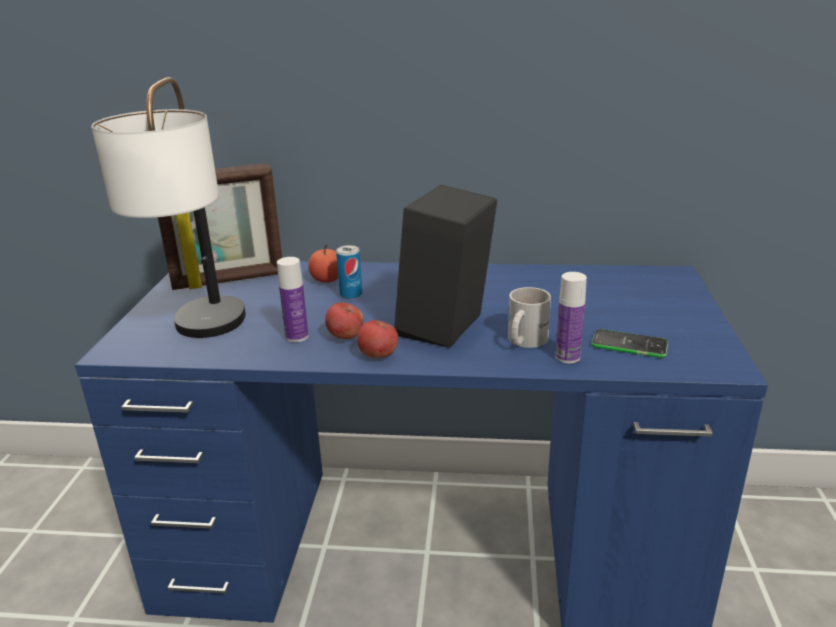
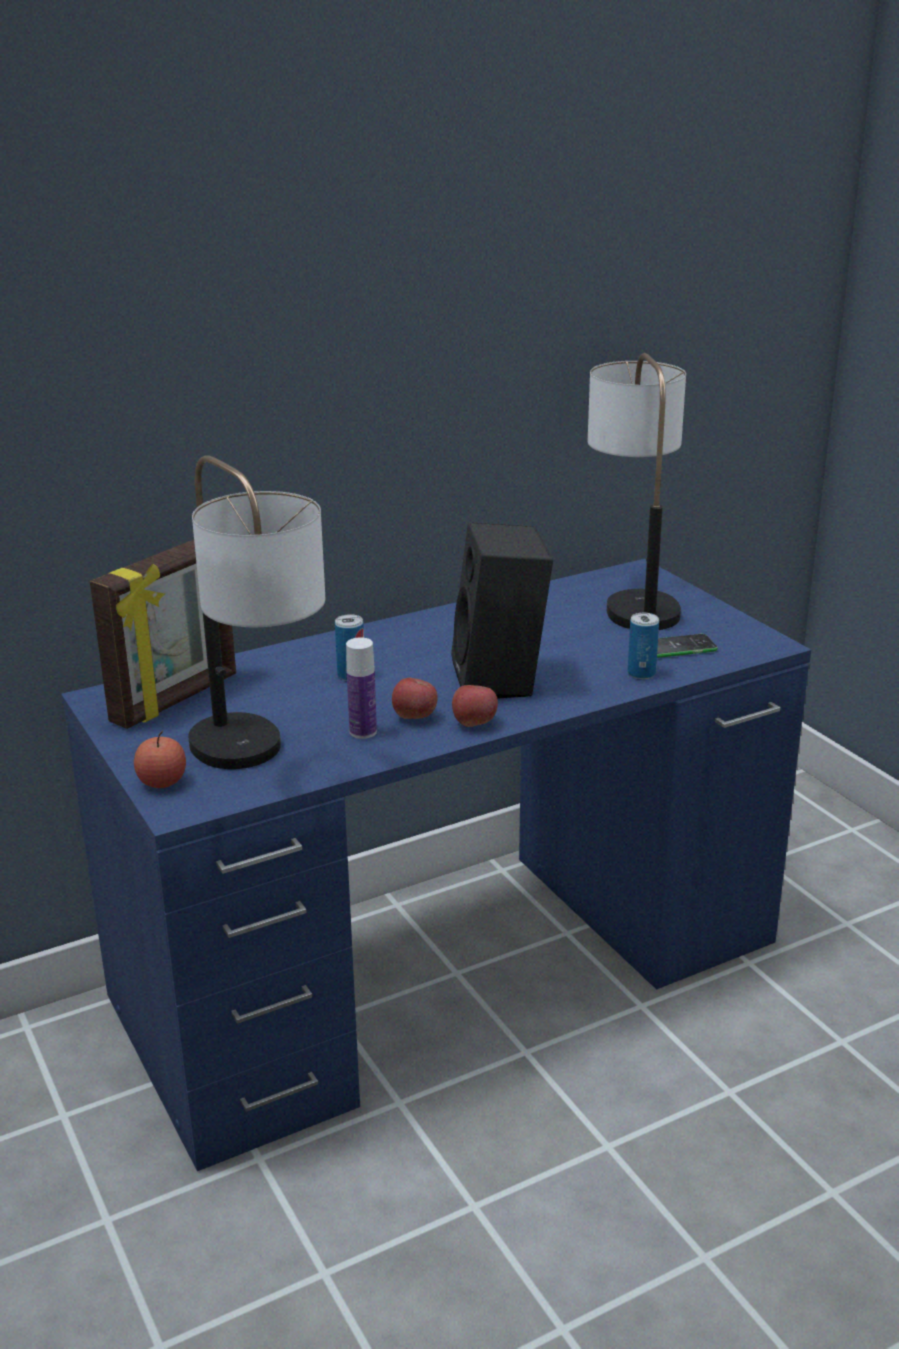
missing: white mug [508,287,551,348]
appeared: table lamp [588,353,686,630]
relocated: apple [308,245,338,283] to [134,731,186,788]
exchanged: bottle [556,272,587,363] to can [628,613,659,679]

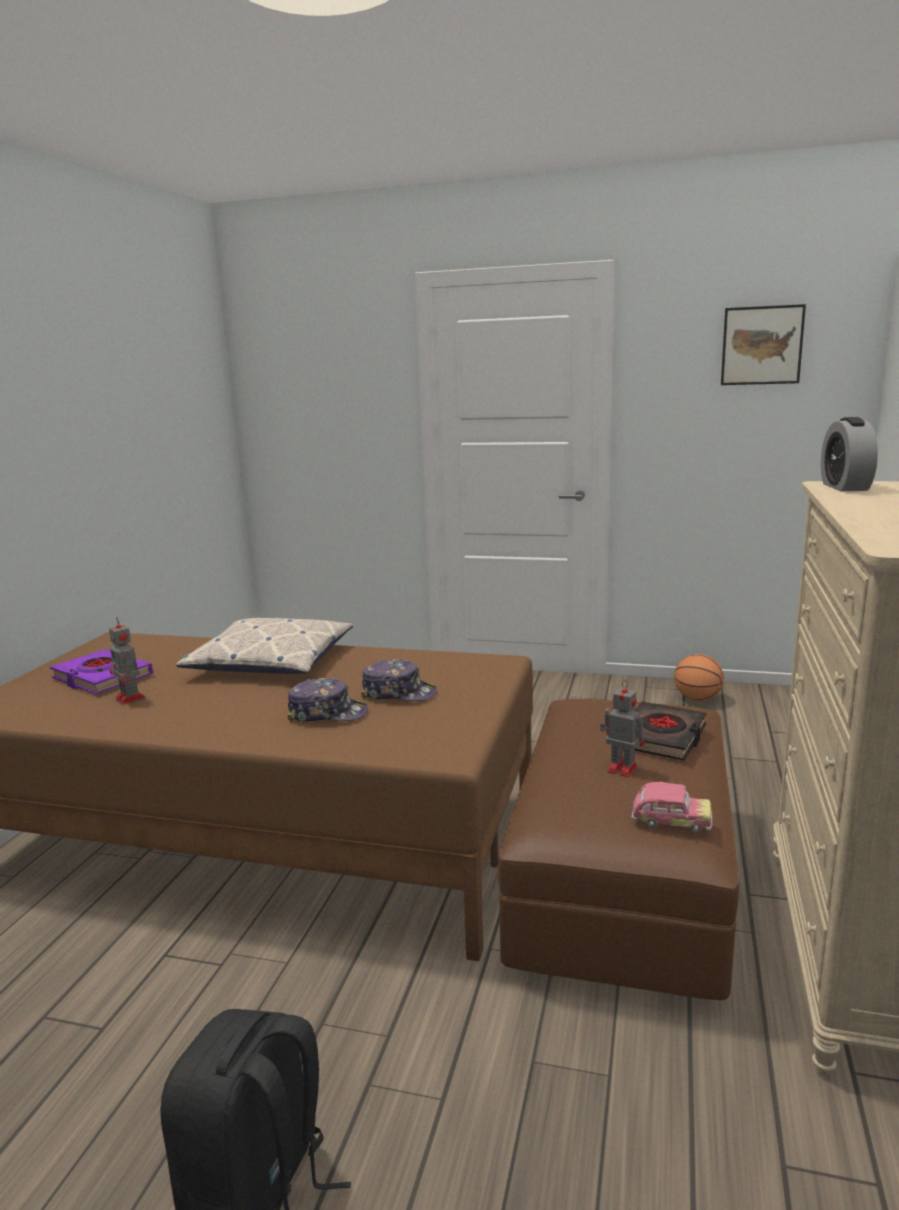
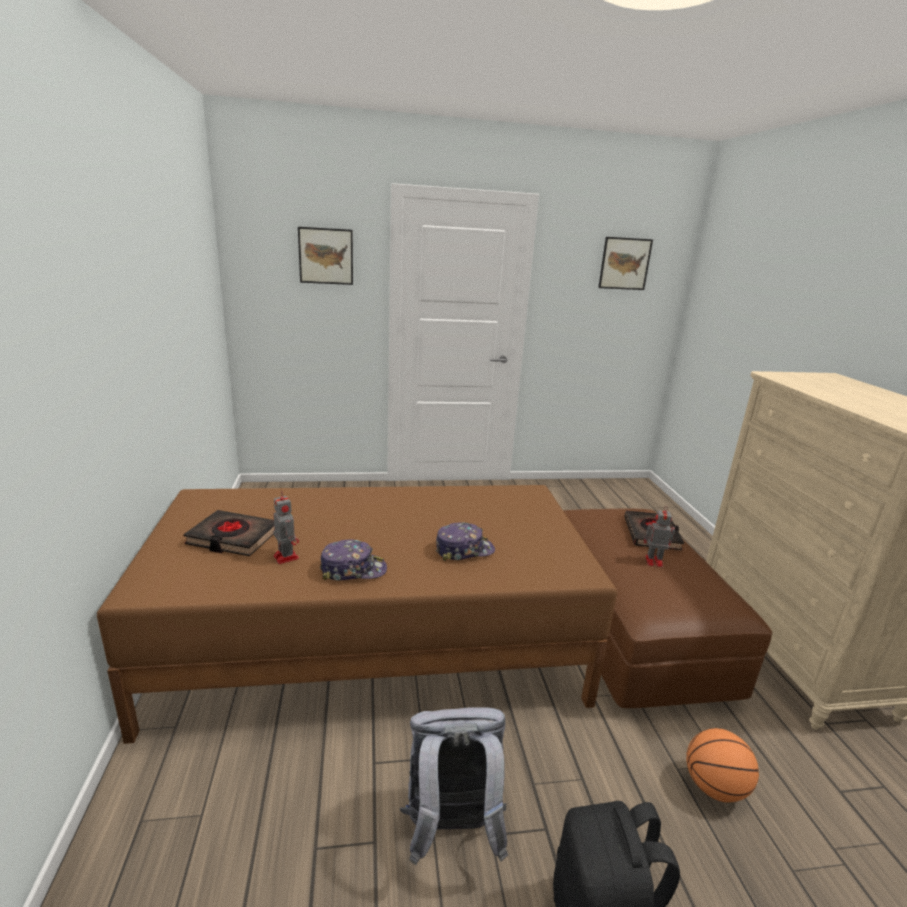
missing: pillow [176,617,353,674]; toy car [631,782,712,833]; alarm clock [821,417,878,491]
appeared: picture [298,227,353,285]; grey backpack [400,707,508,865]
relocated: cap [361,659,437,701] to [320,539,387,581]; basketball [674,654,724,701] to [686,728,759,803]
colour: purple book [50,649,153,694] to black book [183,510,275,556]
spun: toy robot [109,617,145,705] = [273,491,299,564] 150 degrees counterclockwise

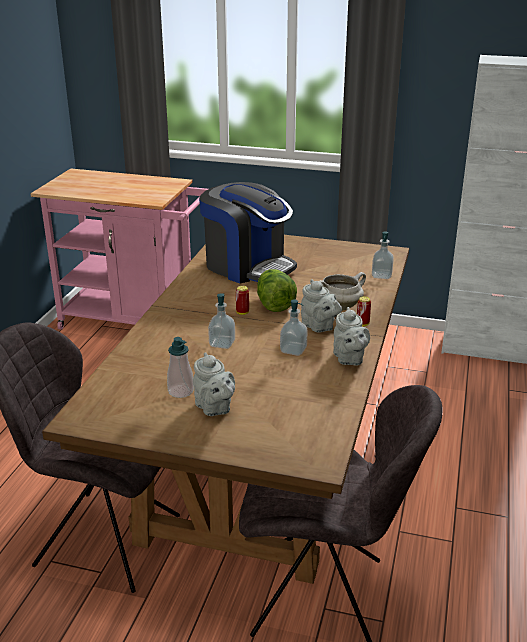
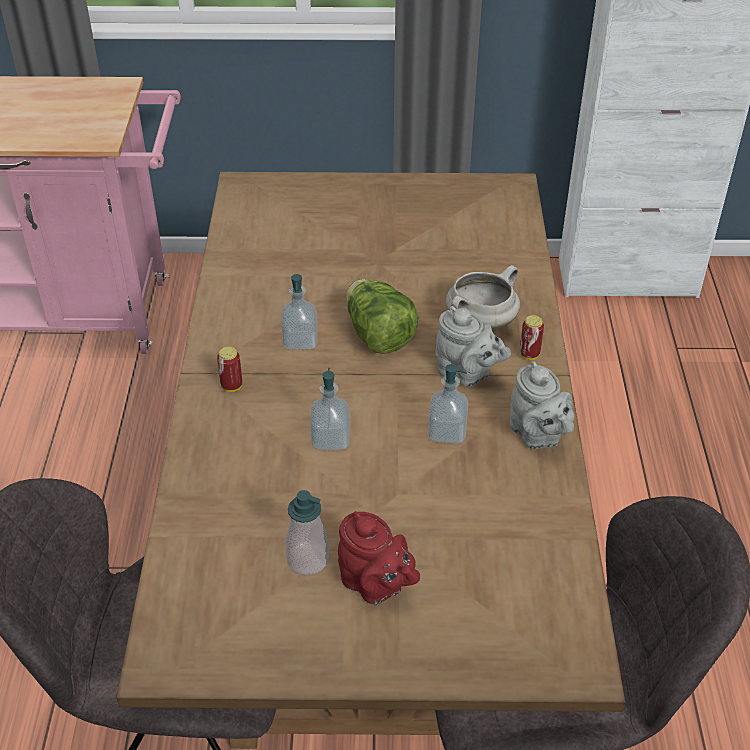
missing: coffee machine [199,182,297,284]
relocated: can [236,286,249,315] to [217,347,242,392]; soap dispenser [372,231,394,279] to [281,274,318,350]
colour: grey teapot [193,352,235,416] to red teapot [338,511,420,605]

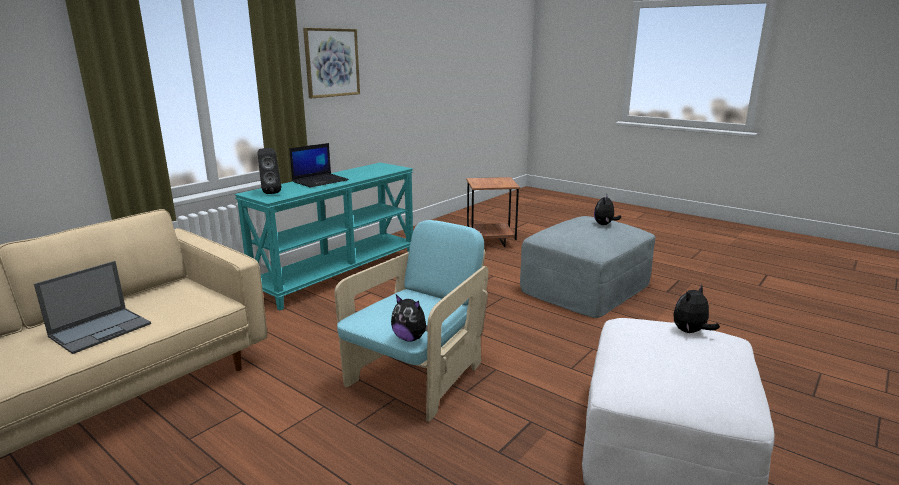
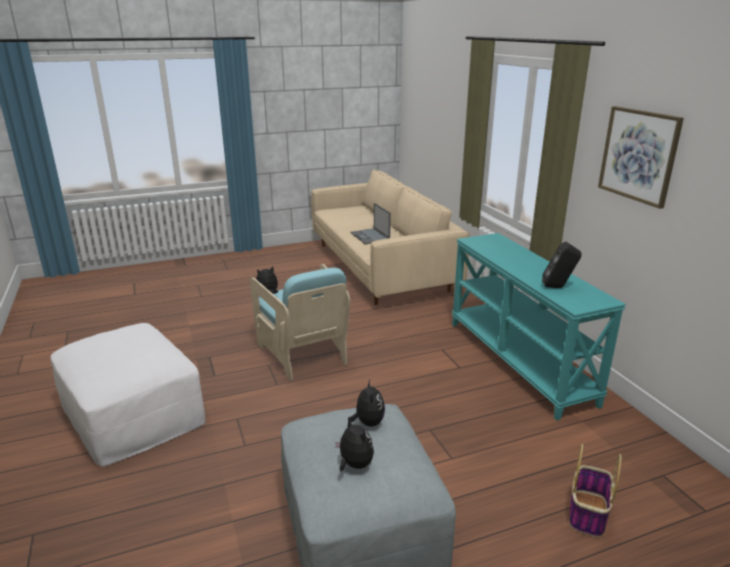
missing: laptop [289,143,349,187]
relocated: black speaker [258,148,281,194] to [542,242,581,288]; plush toy [674,285,720,333] to [348,380,385,427]
exchanged: brown side table [466,177,520,247] to basket [569,443,621,537]

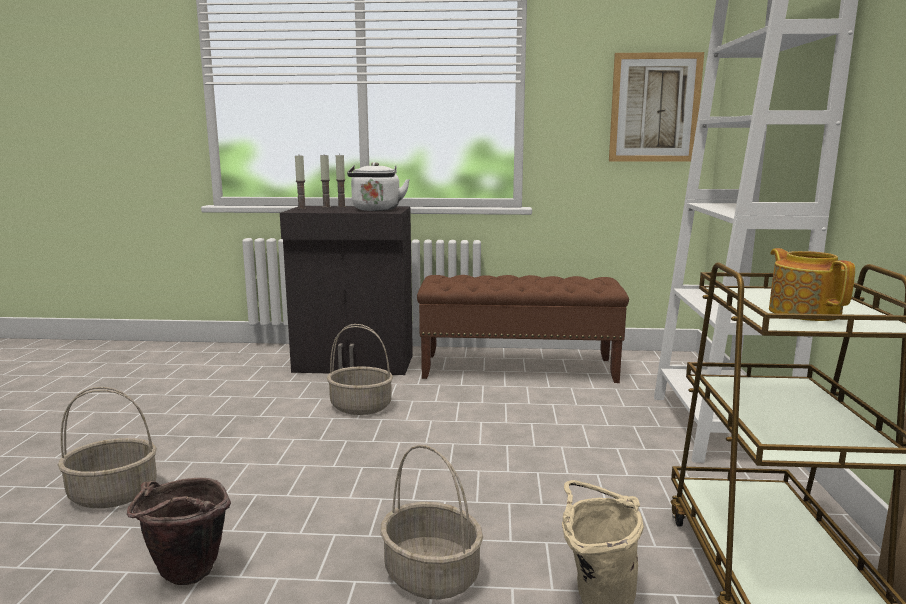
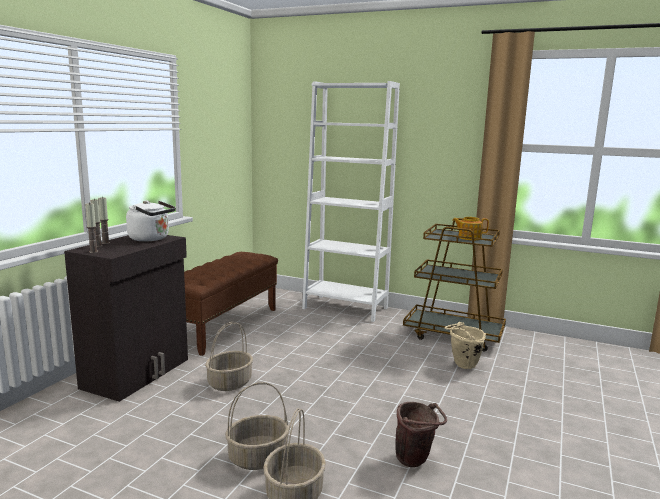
missing: picture [609,52,704,162]
relocated: basket [380,445,483,600] to [225,382,289,470]

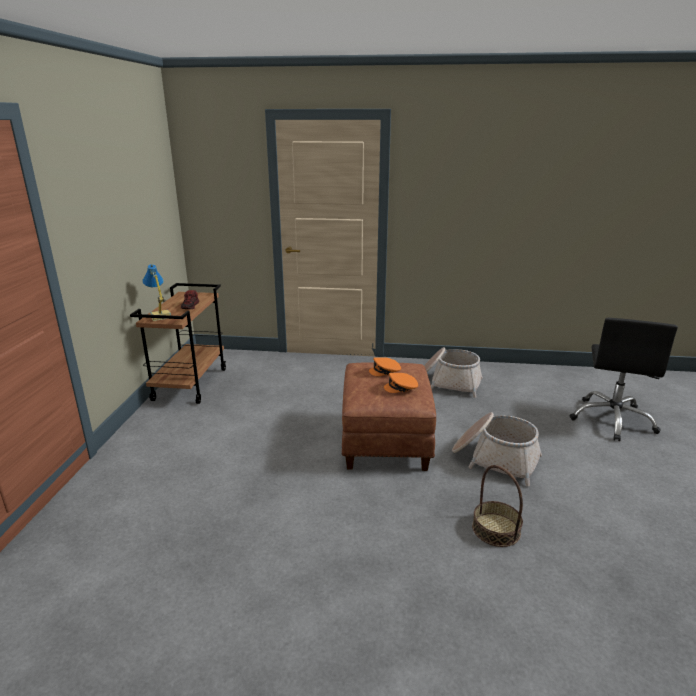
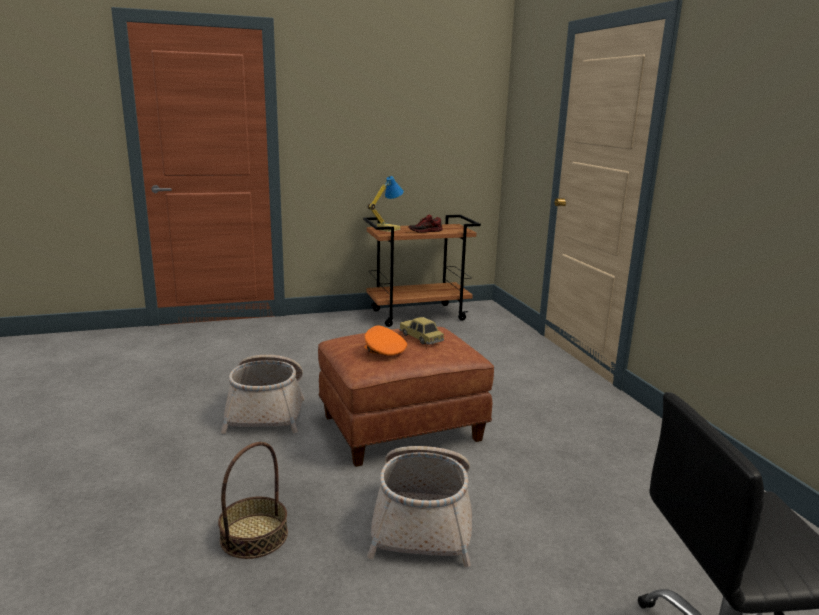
relocated: basket [424,347,483,398] to [221,355,305,434]
exchanged: orange cap [369,357,401,376] to toy car [399,317,444,345]

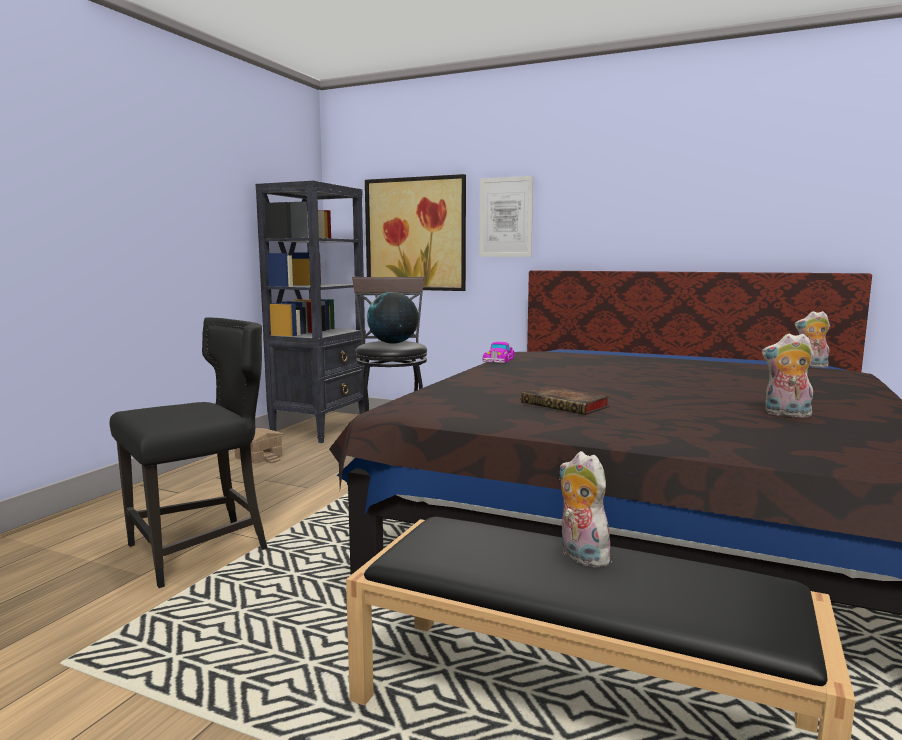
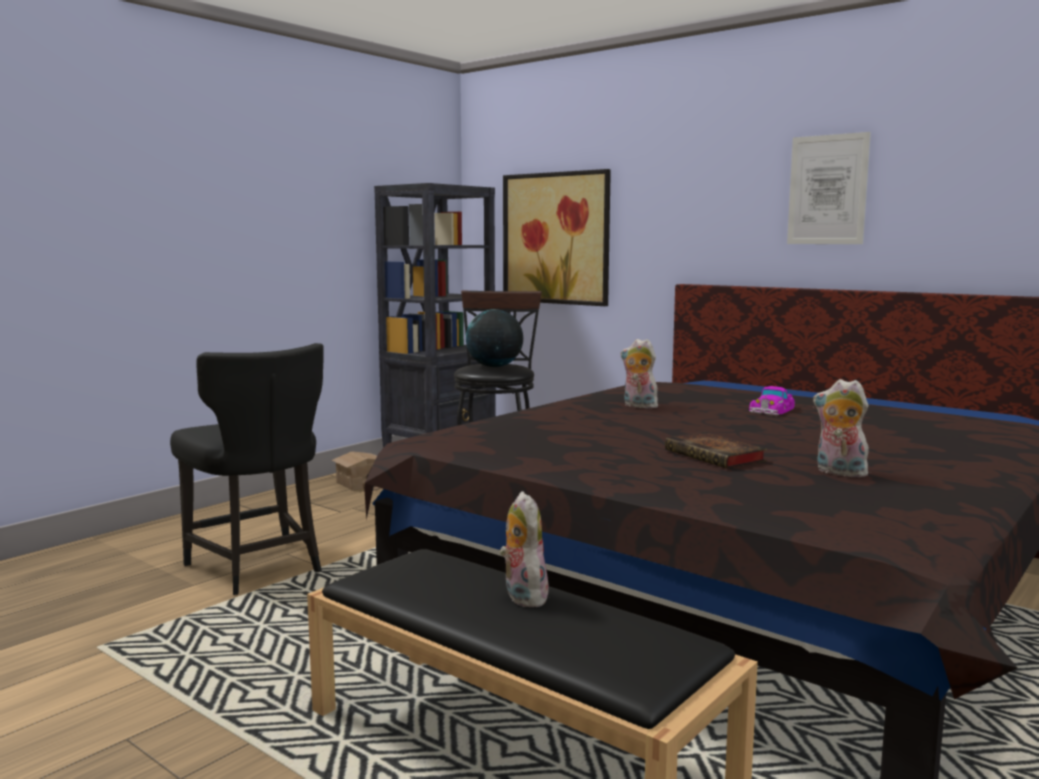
relocated: picture [479,176,533,257] to [787,132,871,244]; toy car [483,342,515,363] to [749,386,795,415]; book [521,385,611,415] to [665,432,767,469]; plush toy [795,311,830,368] to [620,339,661,409]
spun: black chair [110,317,267,588] = [170,343,324,595] 75 degrees clockwise

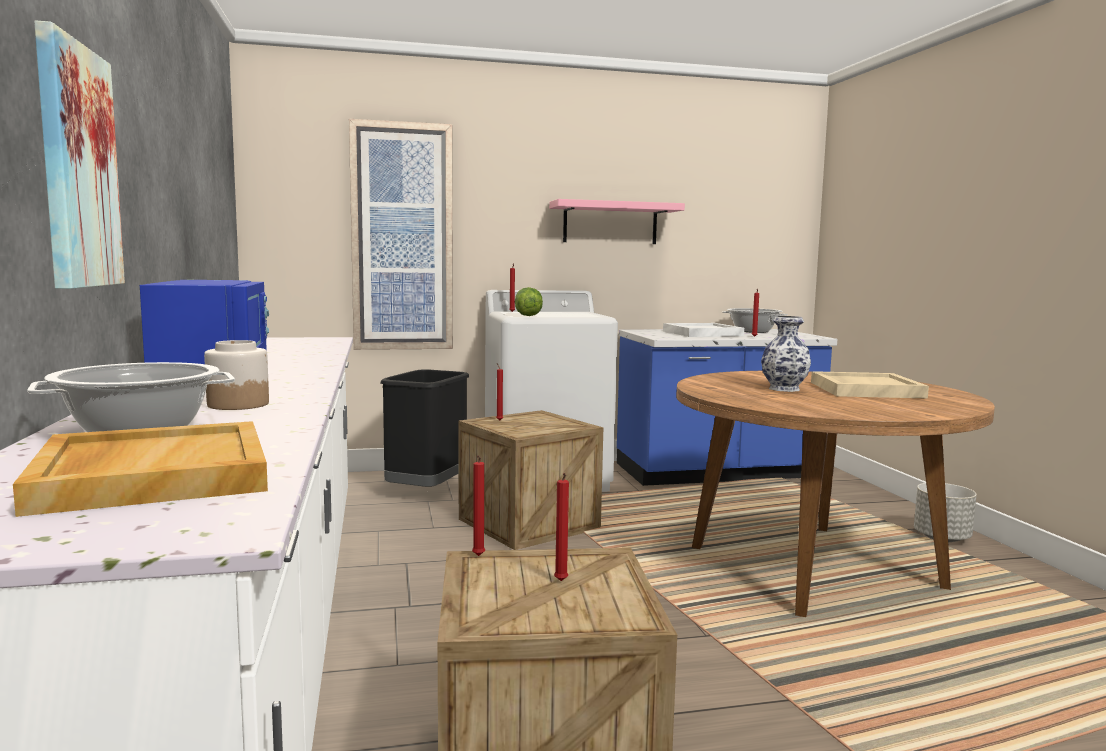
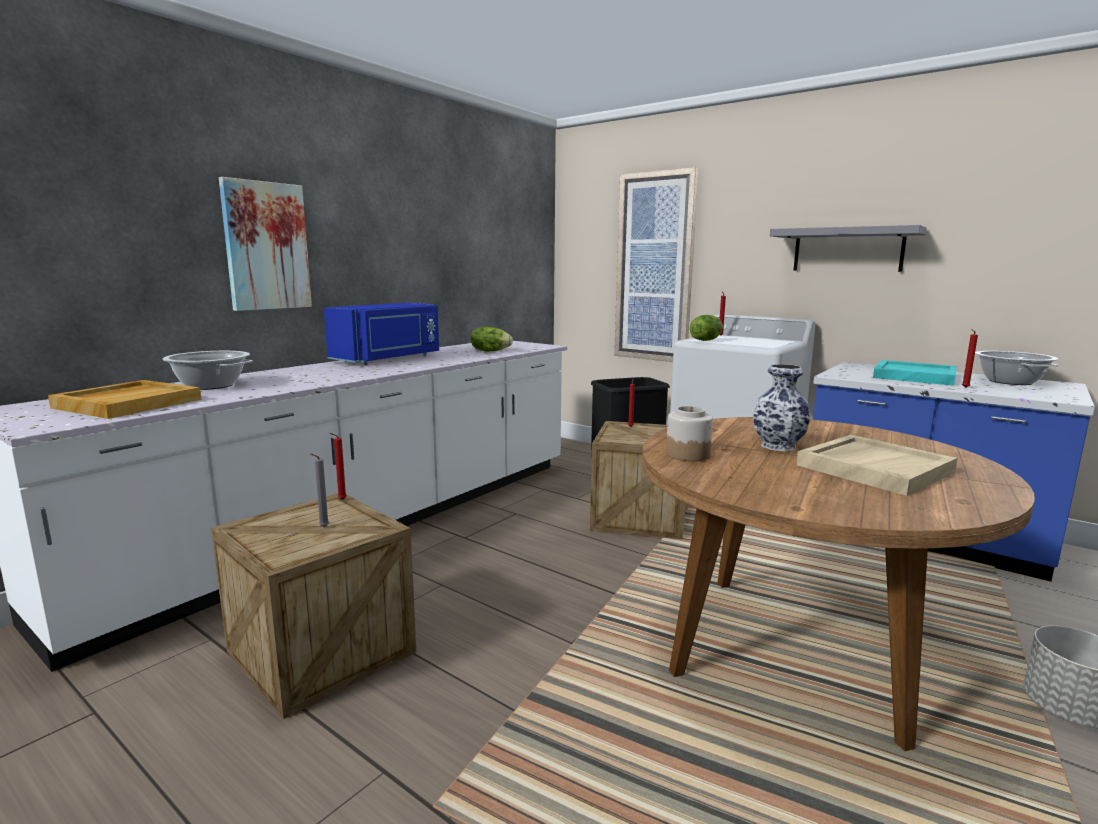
appeared: lettuce [471,327,513,351]
relocated: jar [204,340,269,410] to [666,406,713,461]
colour: pink shelf [549,199,685,244] to grey shelf [770,225,927,272]; red candle [554,473,569,581] to grey candle [311,454,329,527]; white tray [663,323,744,337] to turquoise tray [873,360,957,386]

